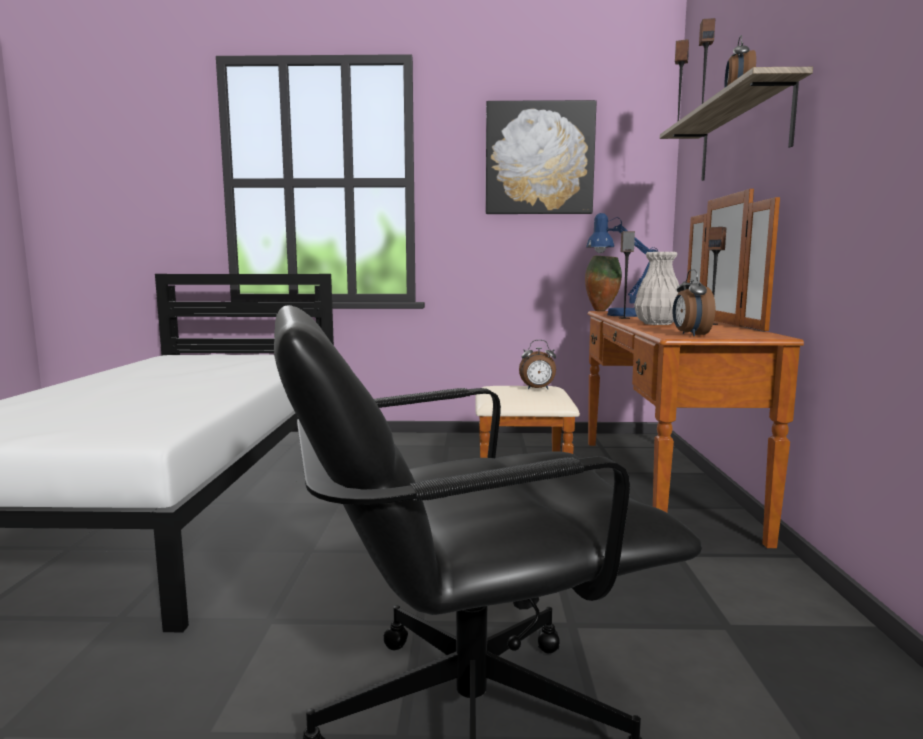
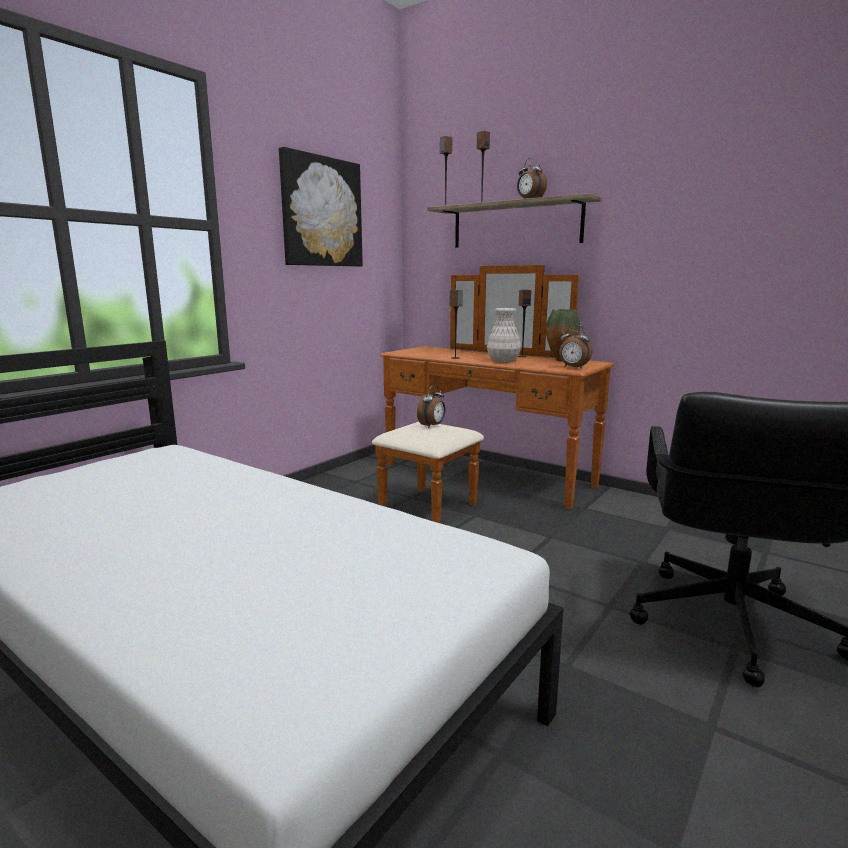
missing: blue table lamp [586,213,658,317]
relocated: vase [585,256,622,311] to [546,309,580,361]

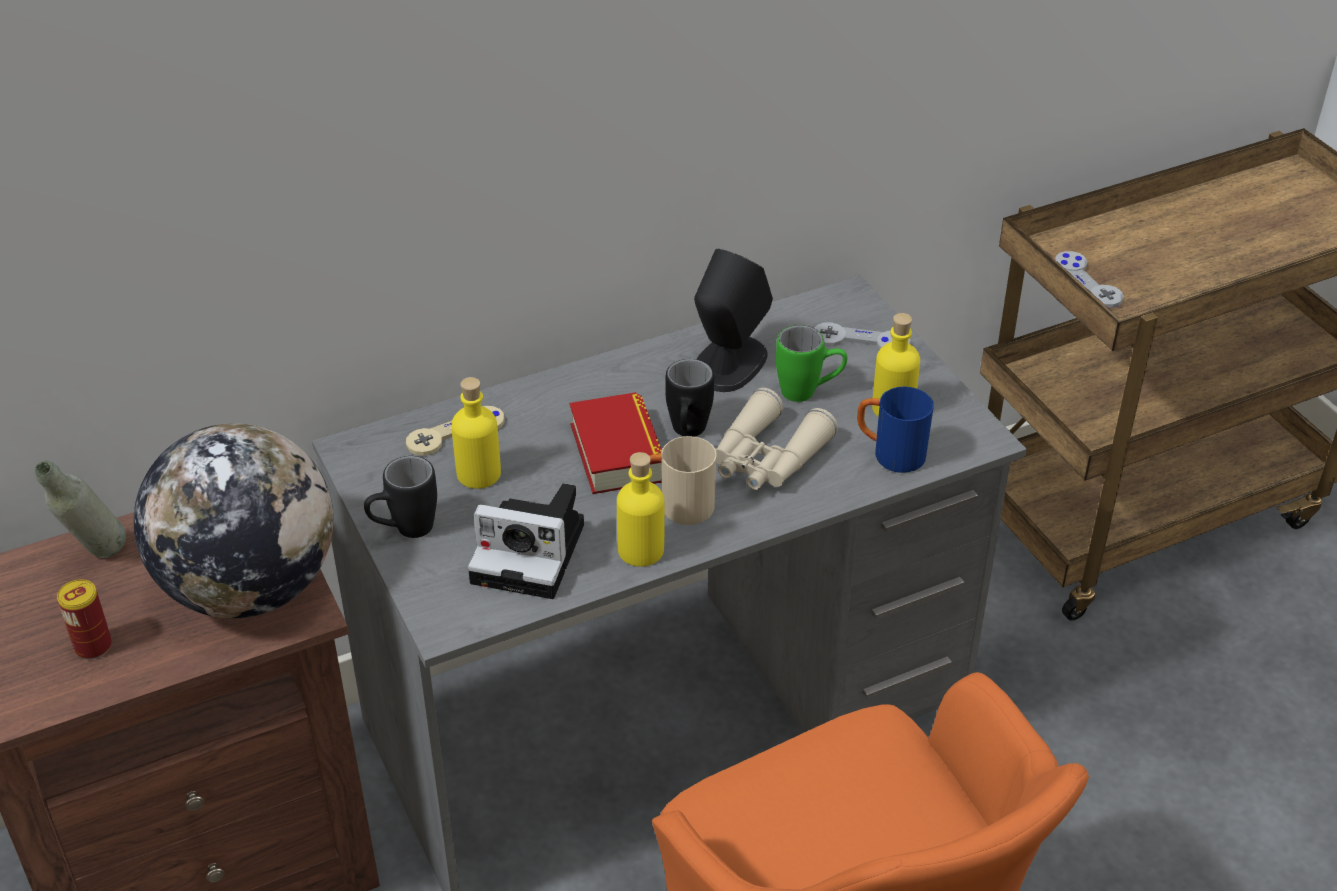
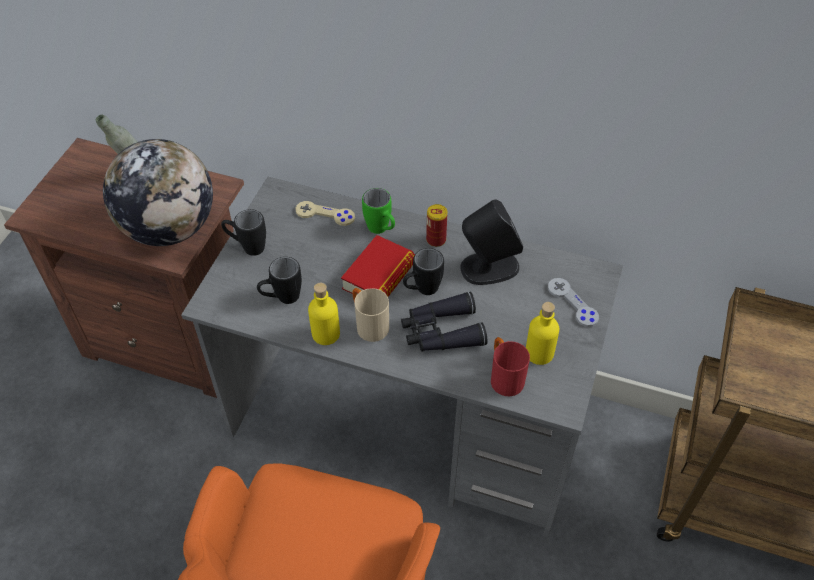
missing: yellow bottle [451,377,501,489]; grey game controller [1055,251,1124,308]
relocated: can [57,579,112,659] to [426,204,448,247]; green mug [776,325,847,402] to [362,188,395,234]
exchanged: photo camera [468,483,584,599] to black mug [257,257,302,304]
colour: beige binoculars [716,388,838,490] to black binoculars [401,292,487,352]; blue mug [857,387,934,473] to red mug [491,337,530,396]

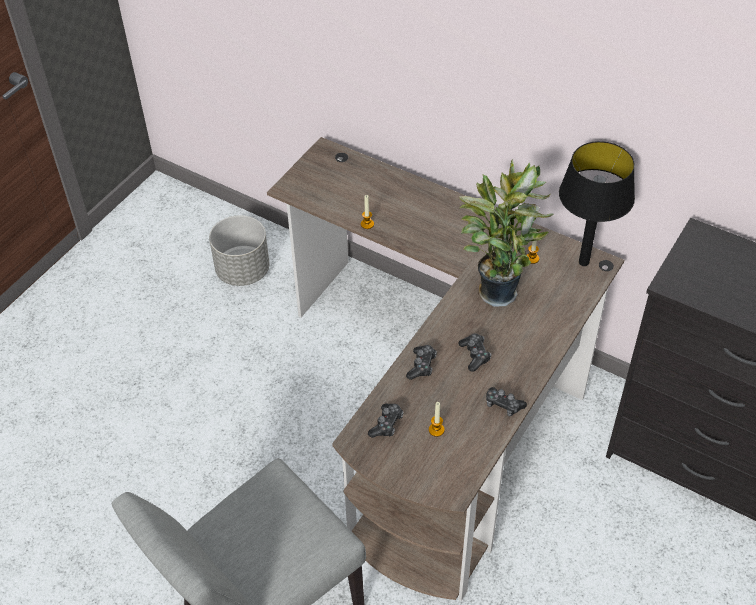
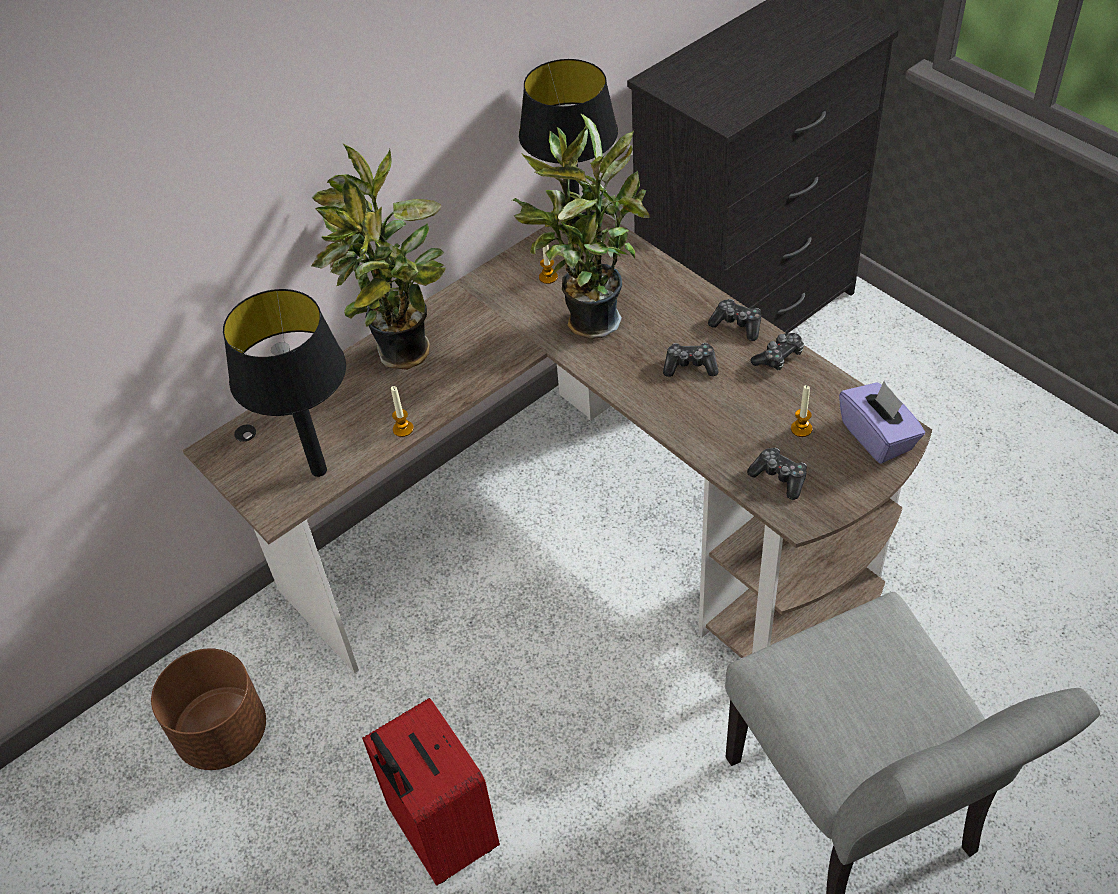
appeared: black table lamp [223,289,346,477]; potted plant [311,143,446,370]; red suitcase [362,698,500,886]; purple tissue box [839,381,925,464]
relocated: game controller [406,345,437,380] to [708,299,761,341]
colour: grey planter [209,215,270,286] to brown planter [151,648,266,770]

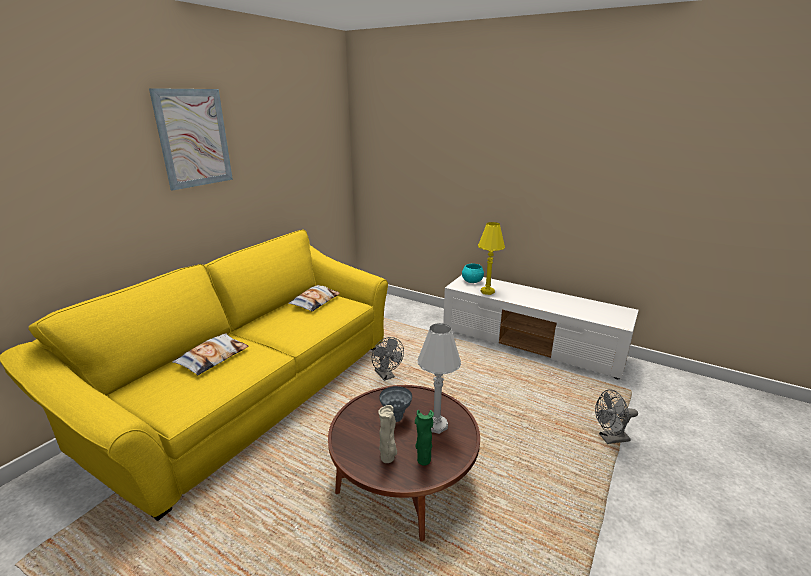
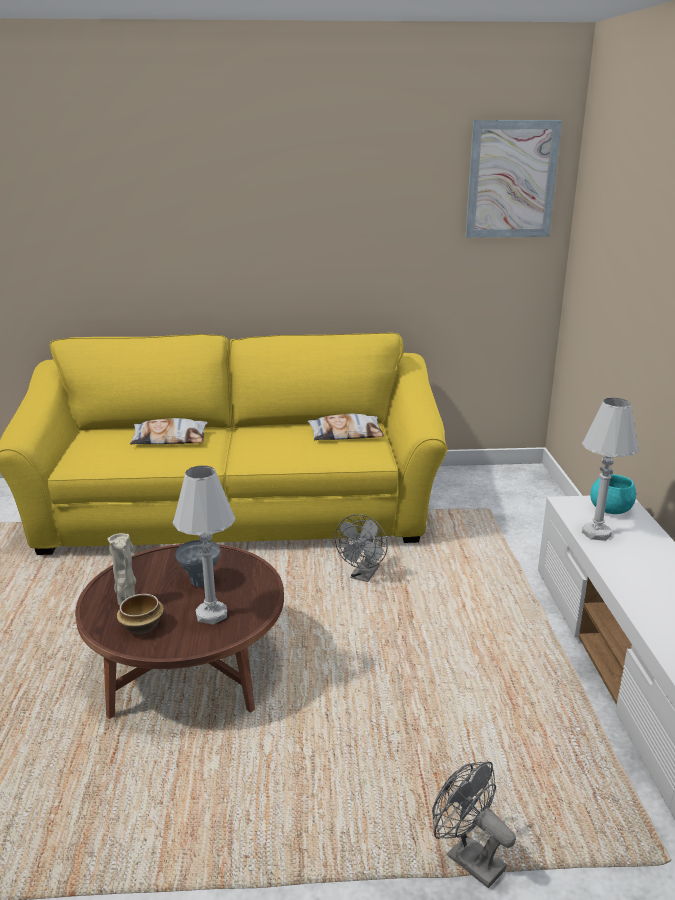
relocated: picture [149,88,233,191] to [466,120,562,238]
exchanged: green vase [415,410,434,466] to bowl [117,594,164,634]
colour: yellow table lamp [478,222,505,295] to white table lamp [582,398,639,541]

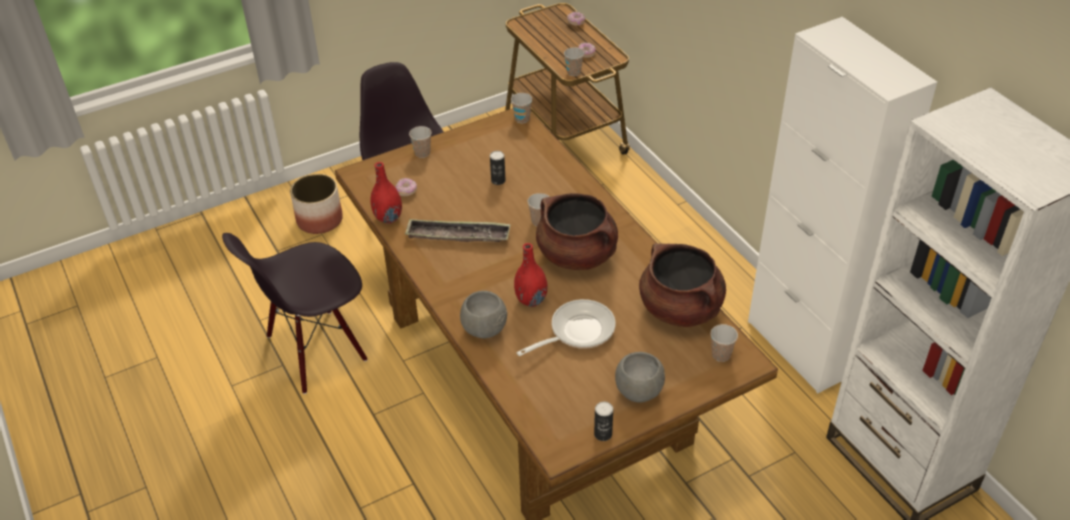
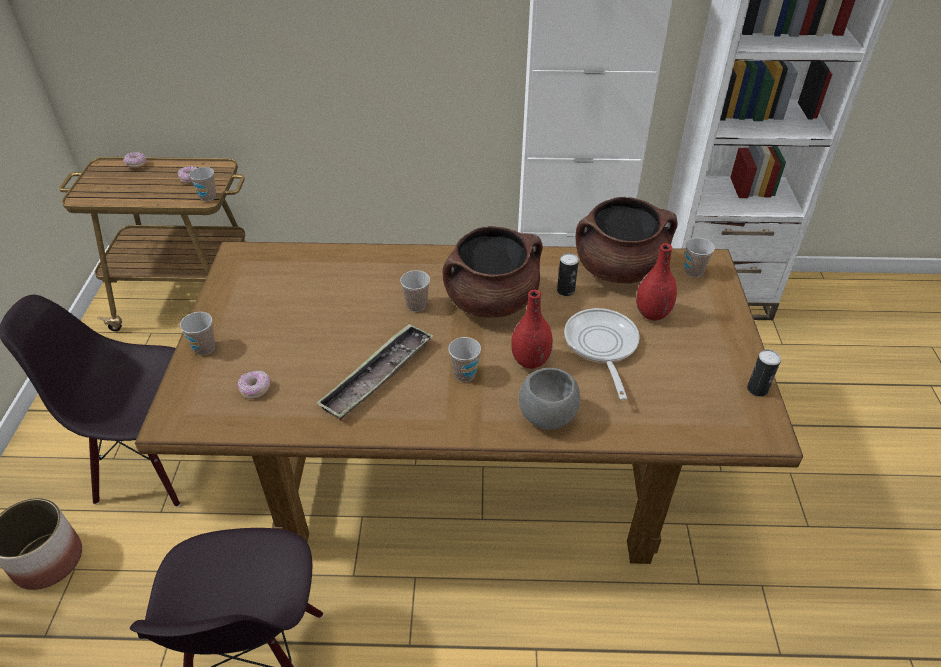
missing: grey bowl [615,352,665,403]
relocated: red vase [371,162,402,224] to [636,243,677,321]; can [490,151,506,185] to [557,253,579,296]; cup [511,93,532,123] to [448,337,481,382]

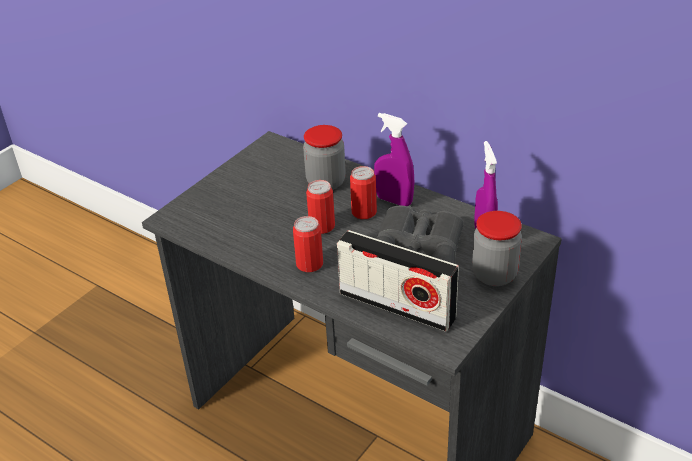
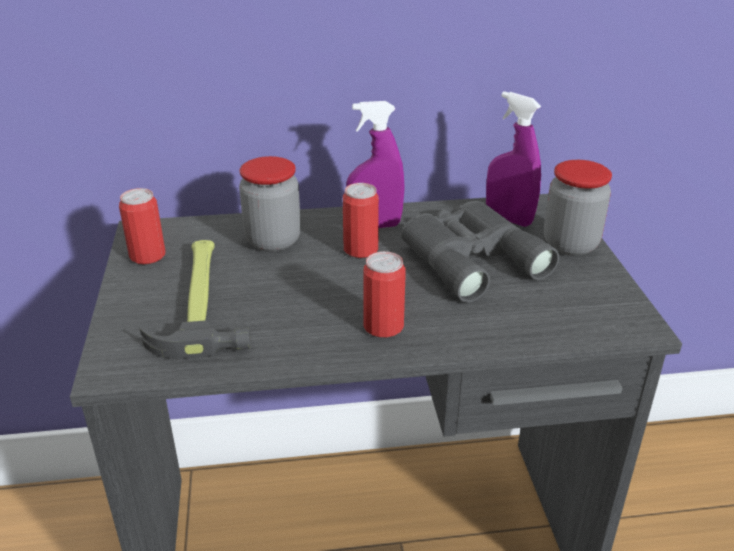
missing: radio [337,230,459,332]
appeared: hammer [140,240,251,359]
relocated: can [306,180,335,234] to [119,188,165,264]

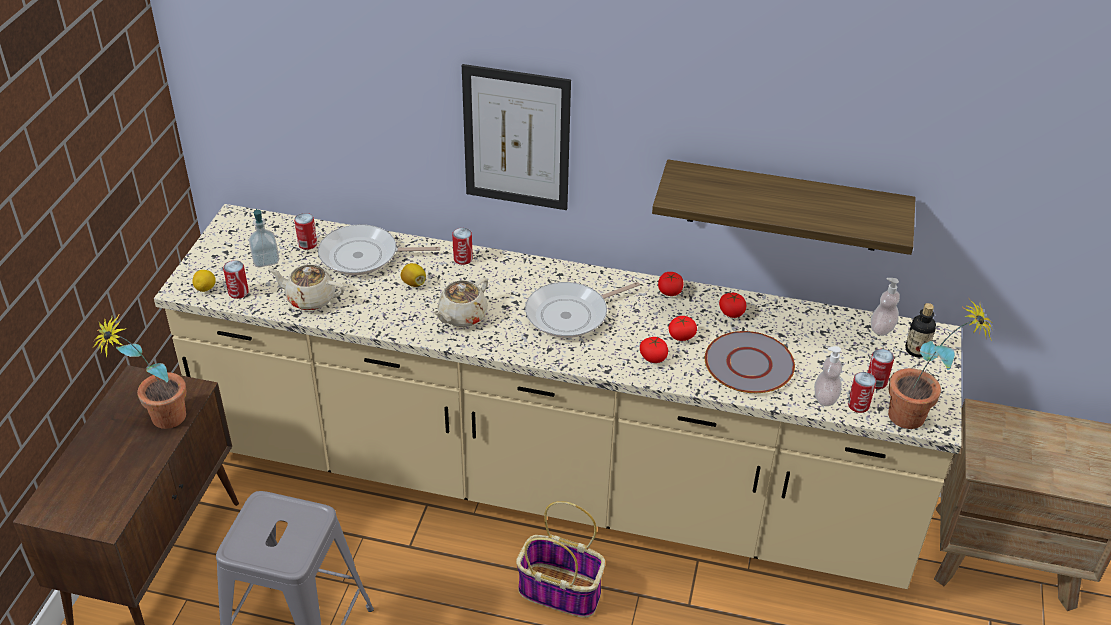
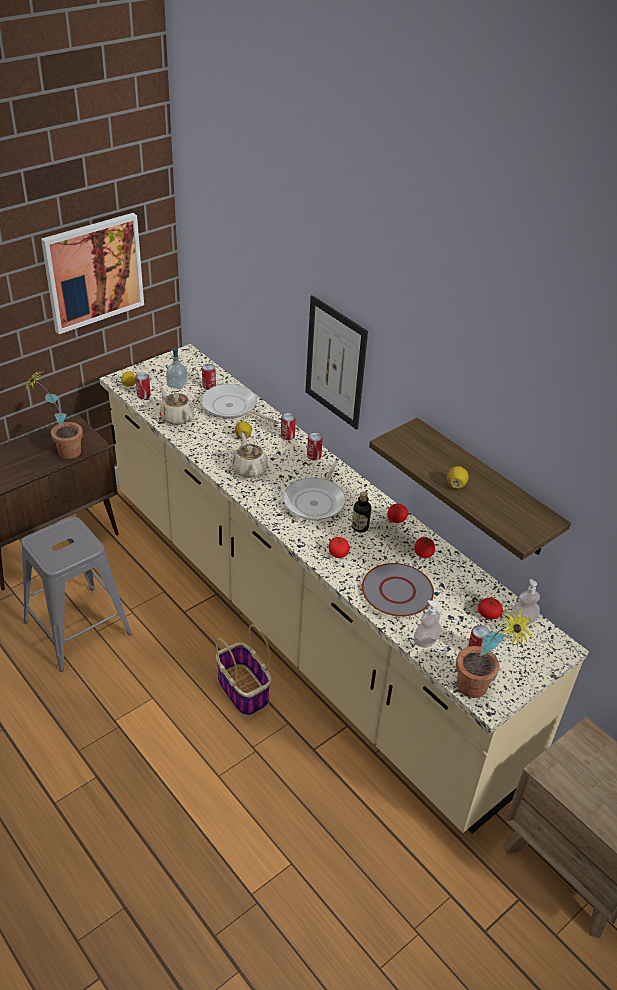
appeared: picture [41,213,144,334]; lemon [447,466,469,489]
relocated: tomato [668,316,697,341] to [478,597,503,619]; can [848,372,876,413] to [307,432,323,460]; bottle [905,303,936,357] to [352,491,371,533]
spun: beige teapot [432,277,488,327] = [231,433,268,478] 90 degrees clockwise; frying pan [525,282,640,338] = [283,460,346,521] 75 degrees counterclockwise

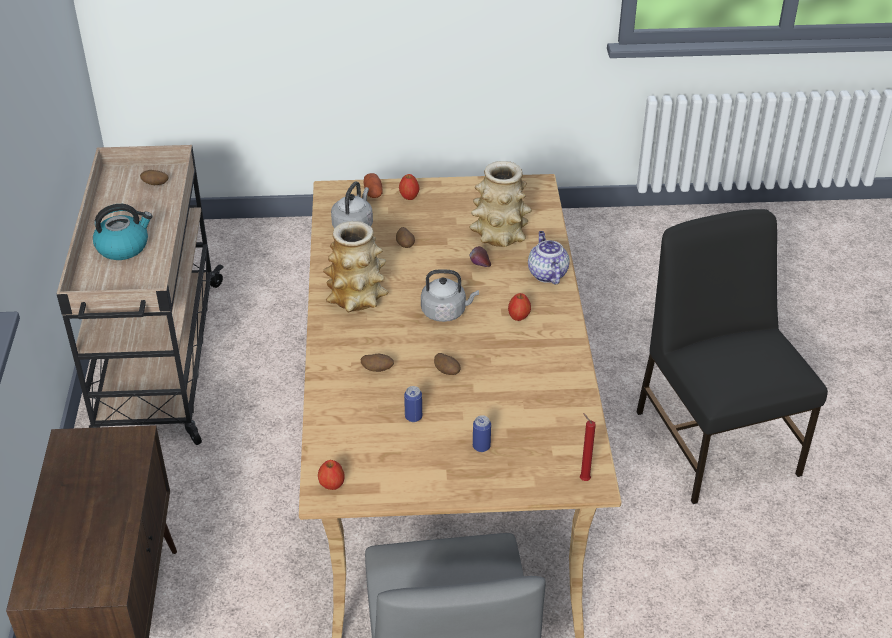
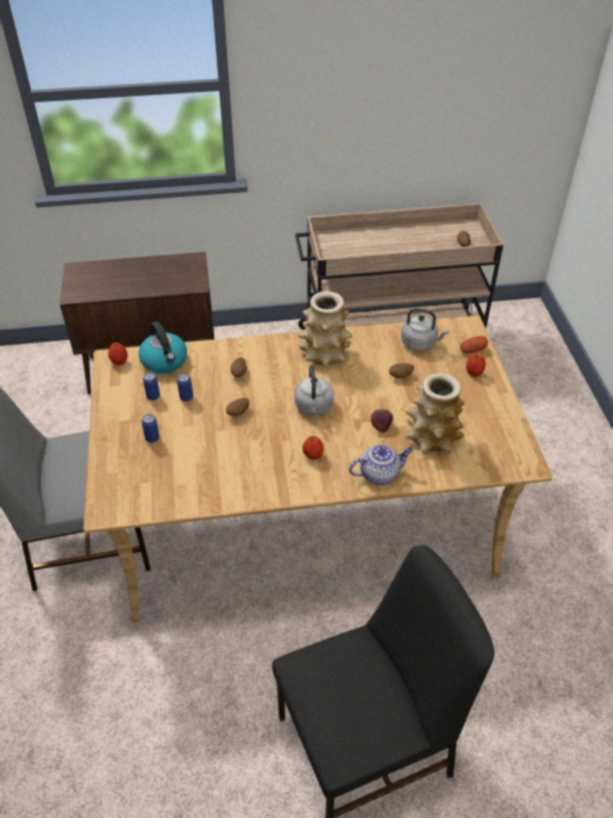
missing: red candle [580,413,596,481]
appeared: can [143,372,160,401]
relocated: kettle [93,204,153,260] to [139,321,187,374]

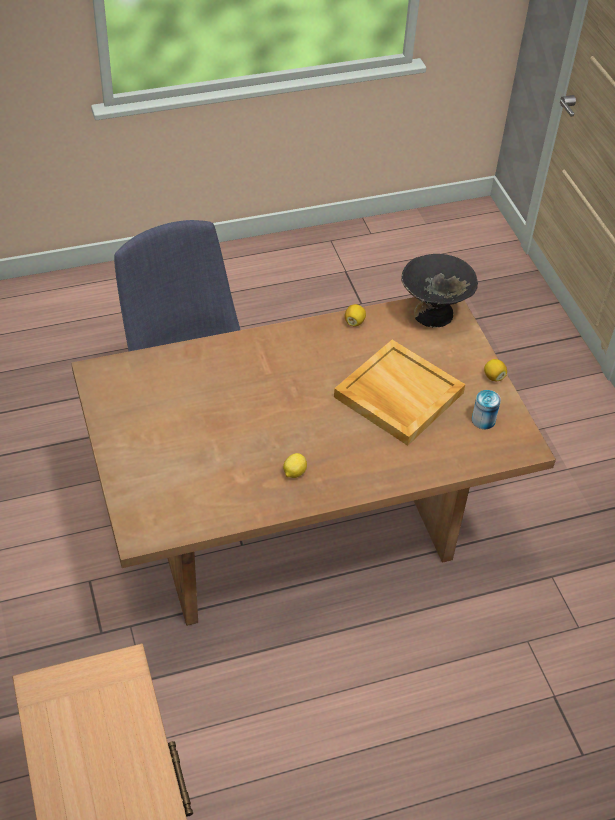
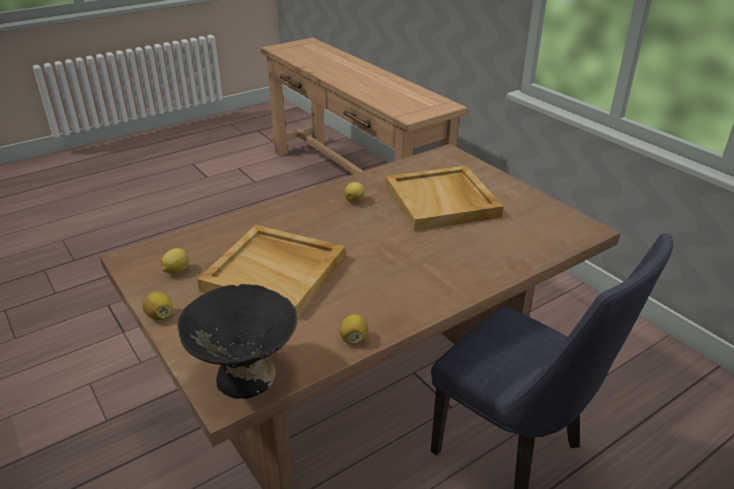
appeared: beige tray [386,166,504,231]
exchanged: can [472,390,501,429] to lemon [161,248,189,274]

